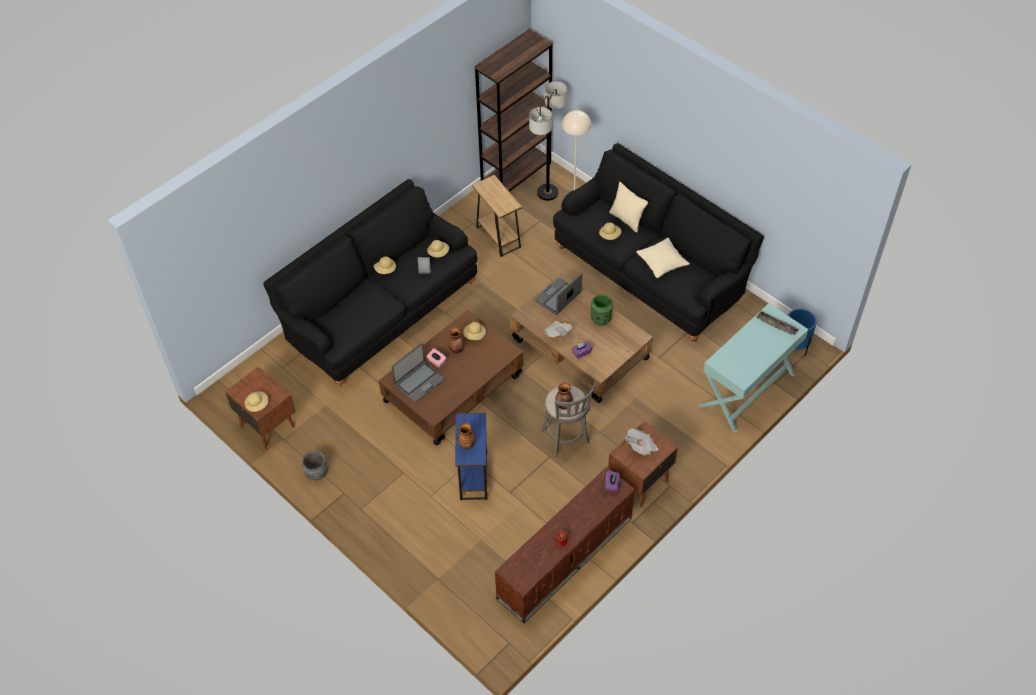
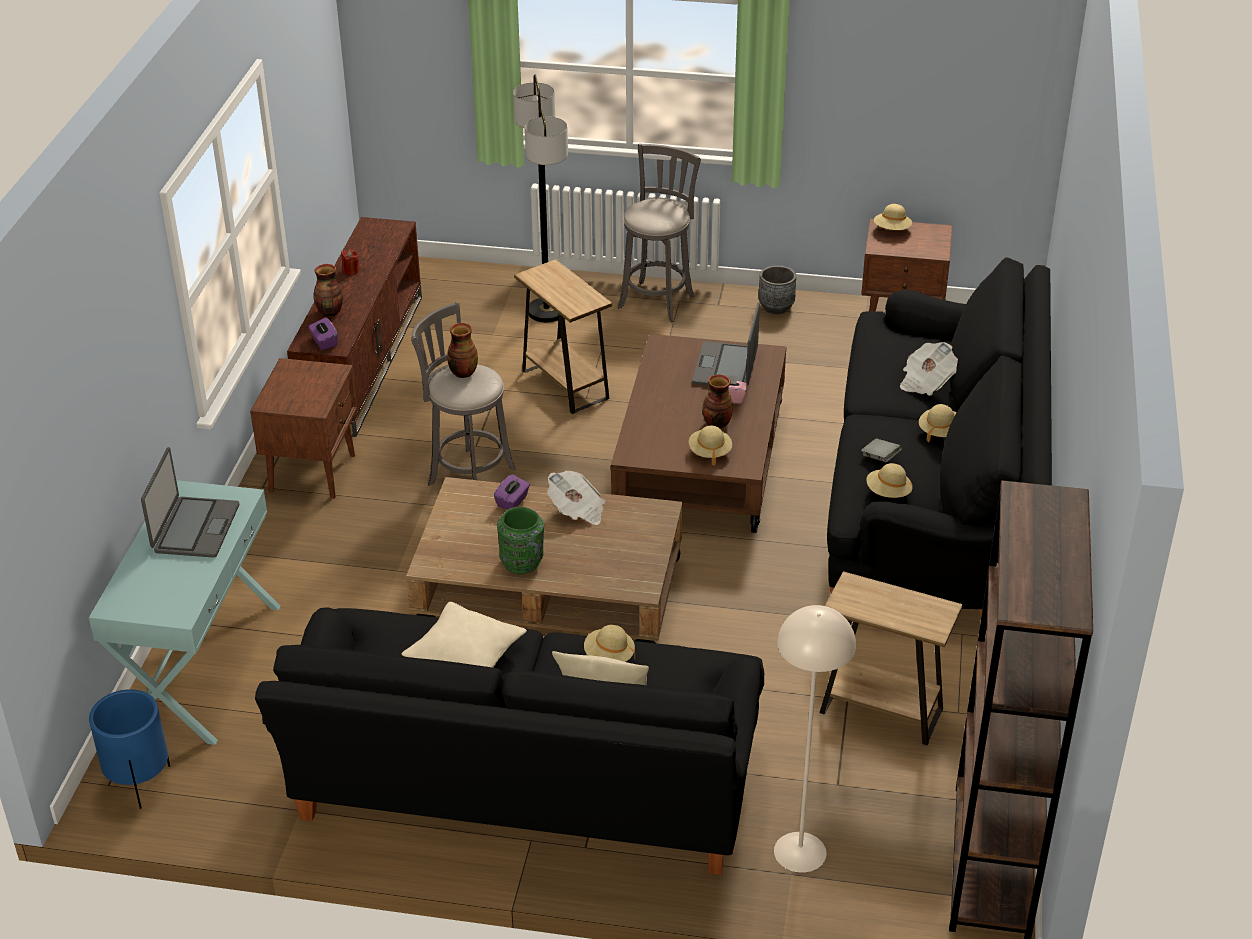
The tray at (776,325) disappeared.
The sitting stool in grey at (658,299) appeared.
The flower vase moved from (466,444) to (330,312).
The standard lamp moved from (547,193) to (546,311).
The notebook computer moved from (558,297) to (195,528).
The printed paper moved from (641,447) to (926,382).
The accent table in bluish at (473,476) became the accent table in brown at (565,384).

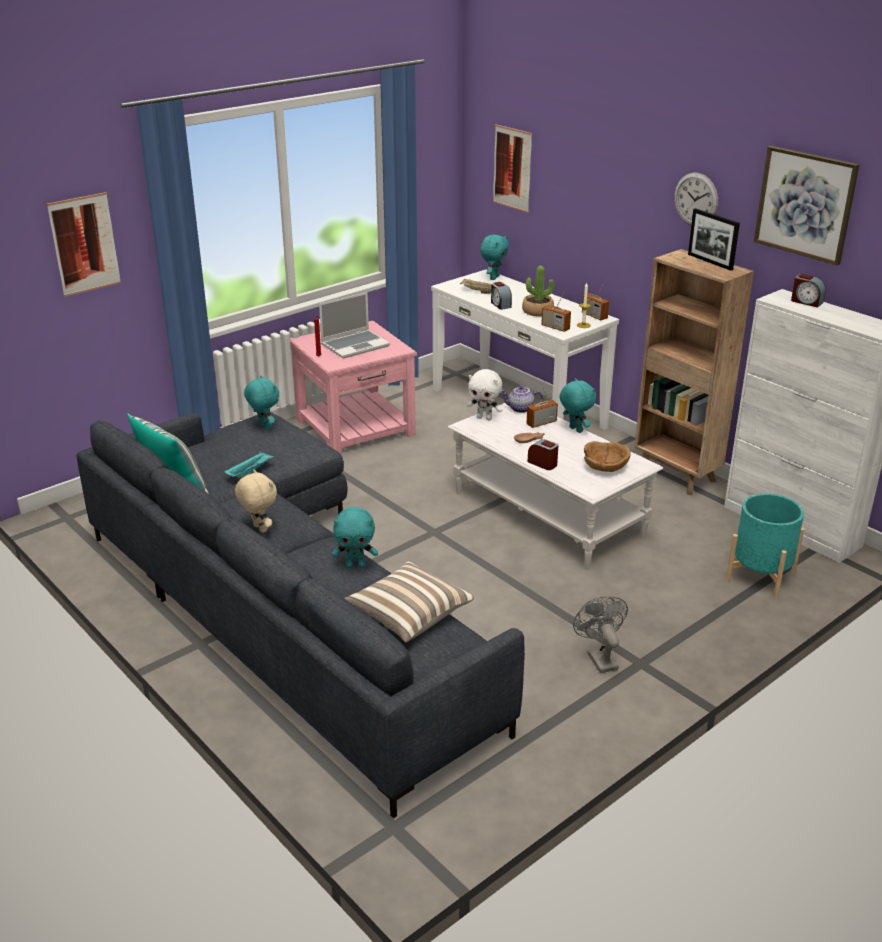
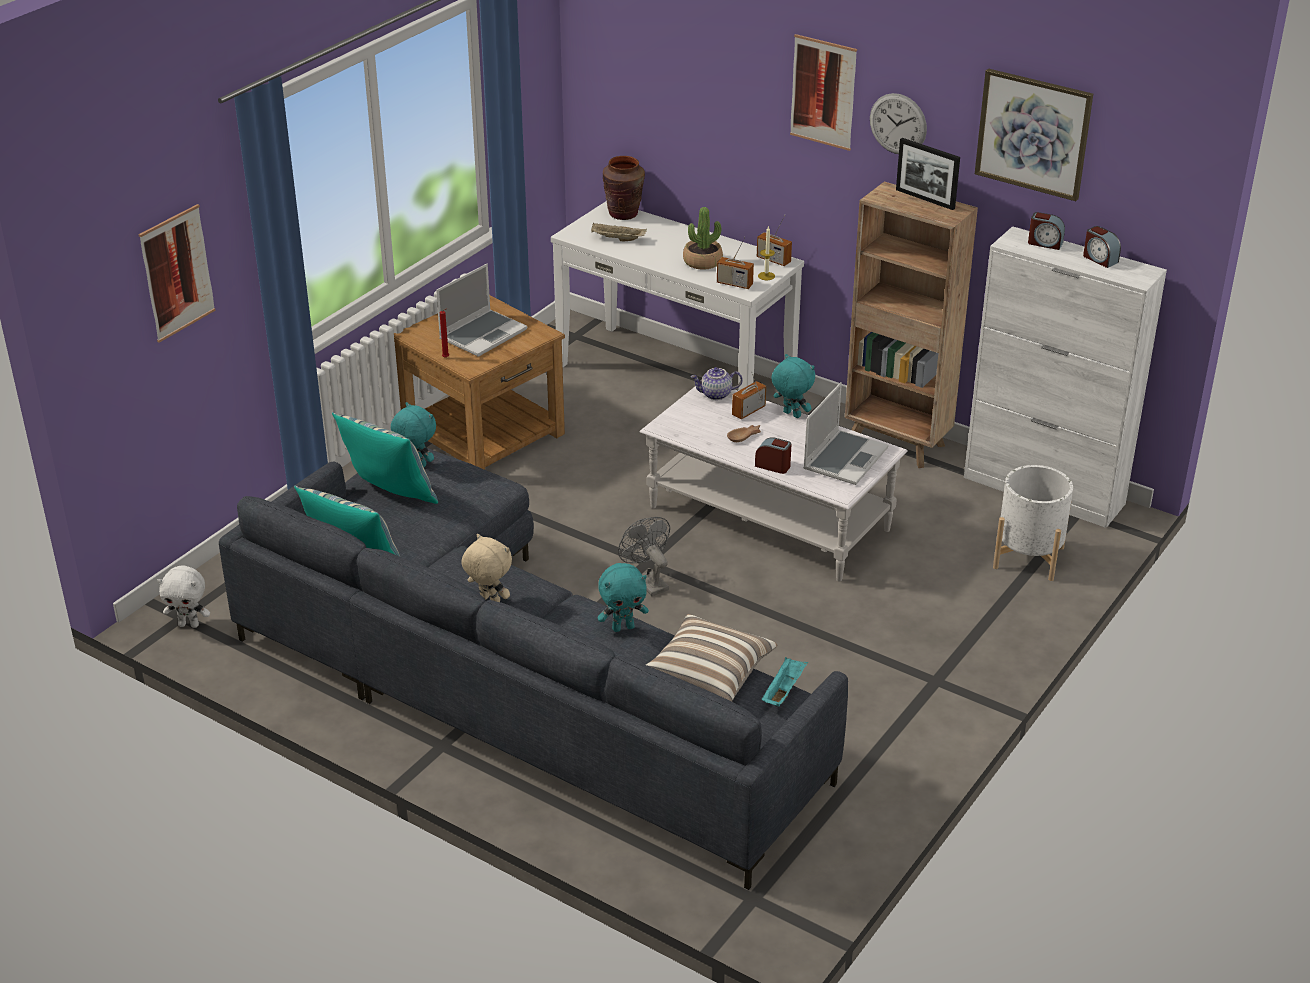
The cushion at (391,494) appeared.
The tray in turquoise moved from (250,472) to (783,691).
The cuddly toy in white moved from (484,418) to (189,624).
The bedside clock moved from (500,305) to (1099,259).
The picture moved from (512,168) to (823,92).
The cooling fan in grey moved from (599,658) to (647,582).
The cuddly toy in turquoise at (493,278) was replaced by the flower vase in brown at (623,214).
The deep dish in brown at (605,466) was replaced by the notebook computer at (844,458).
The accent table in pinkish at (355,427) became the accent table in brown at (484,434).
The flower pot in turquoise at (760,576) became the flower pot in white at (1028,557).

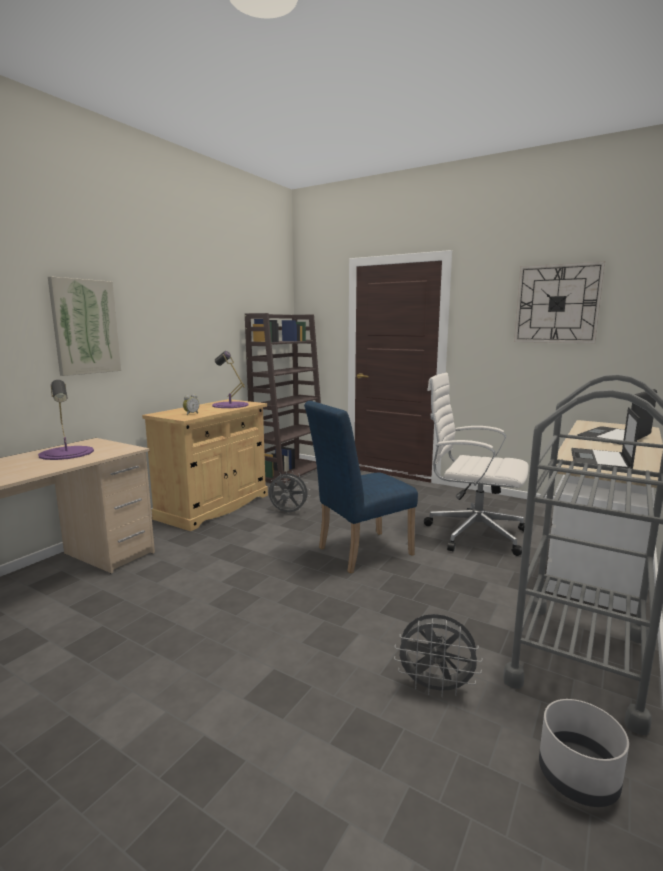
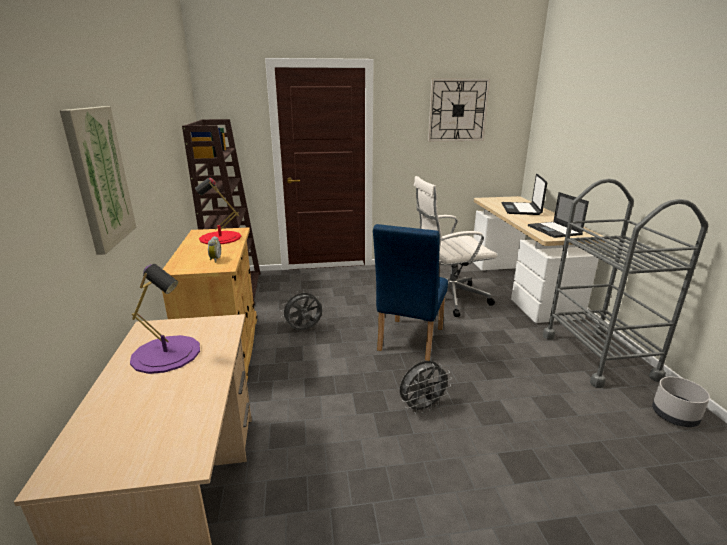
The cooling fan in grey moved from (436,688) to (422,407).
The tabletop lamp in purple at (230,405) became the tabletop lamp in reddish at (220,238).

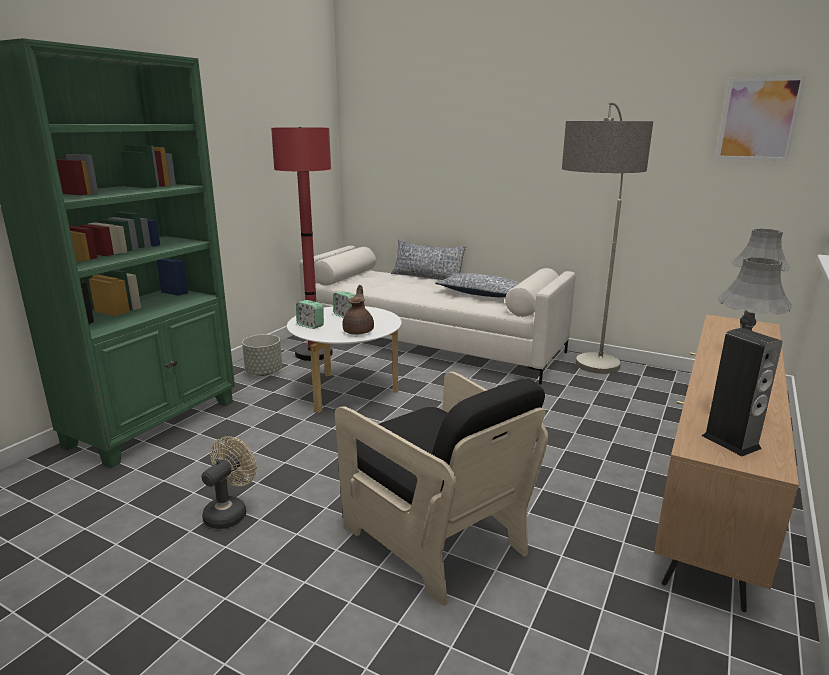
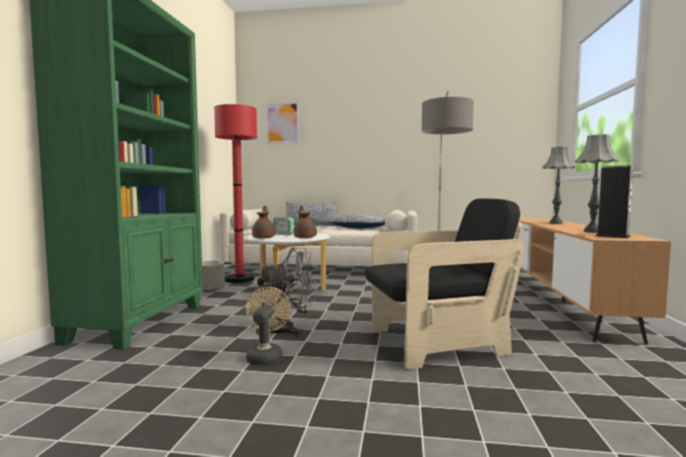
The cooling fan in grey at (288,329) appeared.
The picture moved from (758,119) to (282,122).
The bedside clock at (310,325) was replaced by the tea pot in brown at (264,238).
The lounge chair in blackish at (435,537) turned 45 degrees counterclockwise.

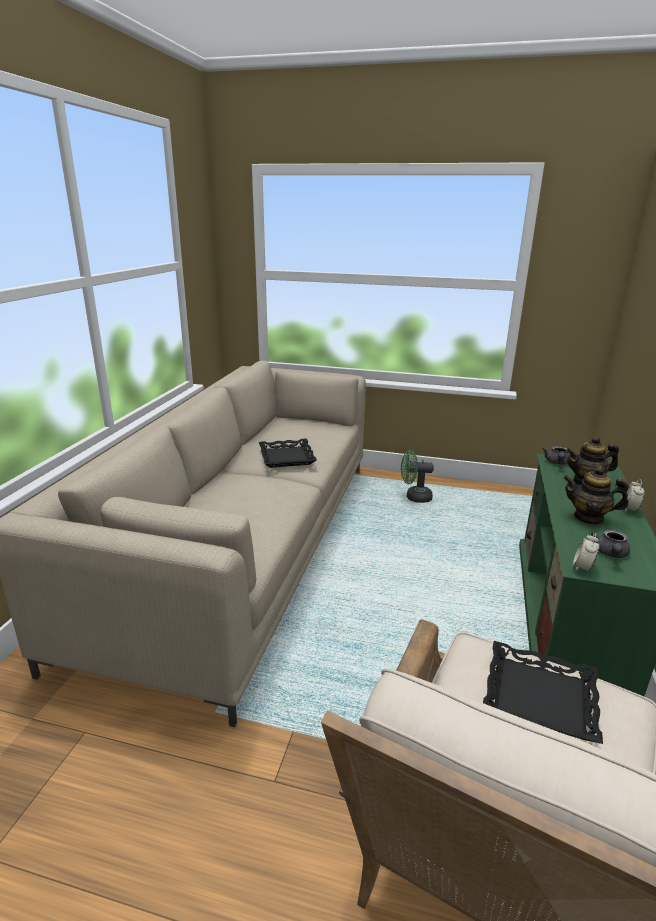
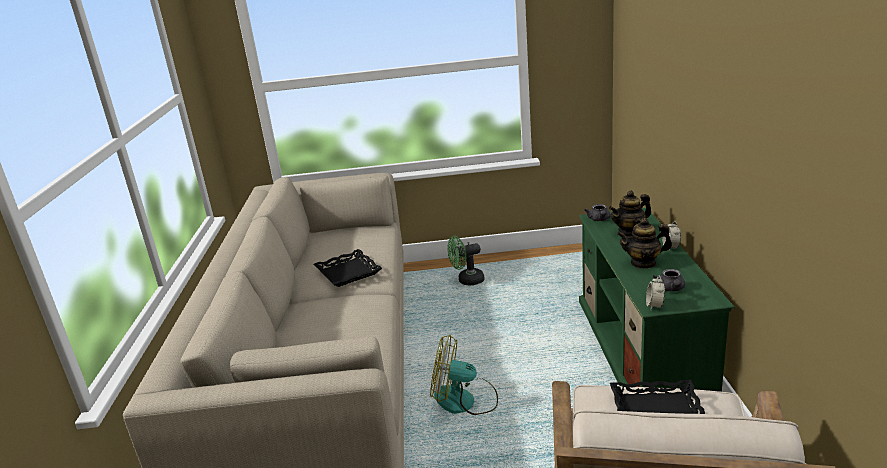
The cooling fan at (464,401) appeared.

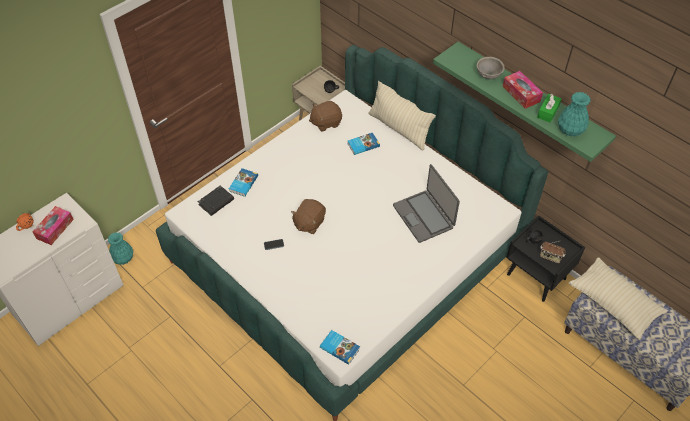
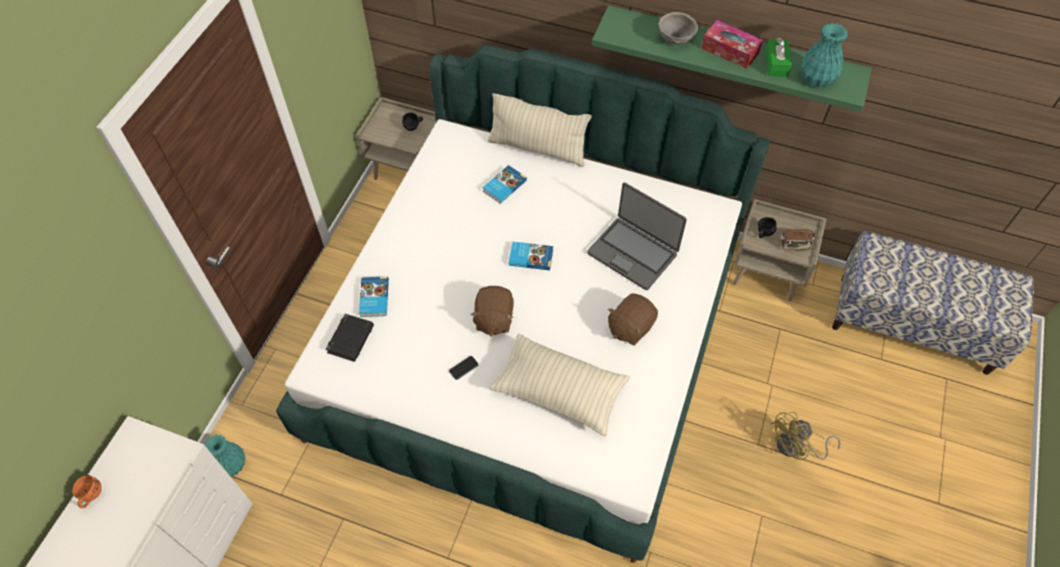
The tissue box at (55,229) disappeared.
The cooling fan in yellow-coloured at (795,447) appeared.
The cuddly toy in brown moved from (326,123) to (630,327).
The book moved from (340,347) to (530,257).
The cushion in beige-coloured moved from (614,303) to (559,391).
The bedside table in blackish at (537,276) became the bedside table in beige-coloured at (767,273).

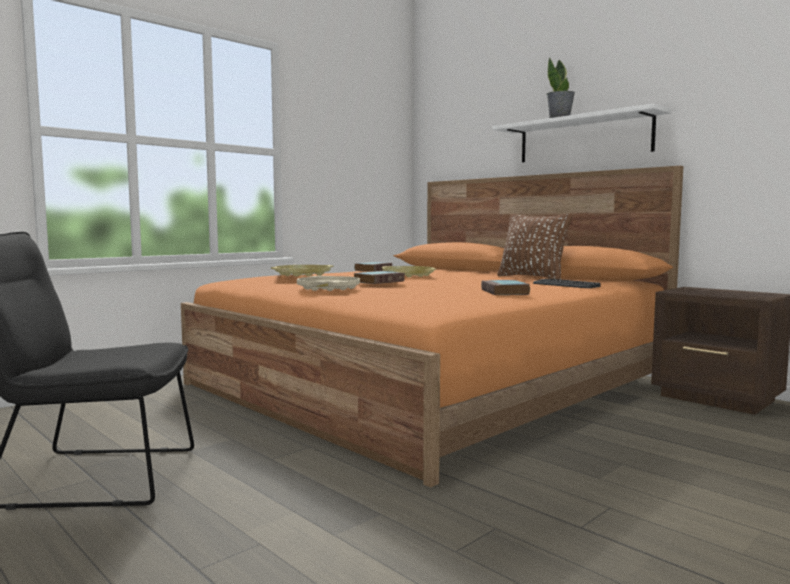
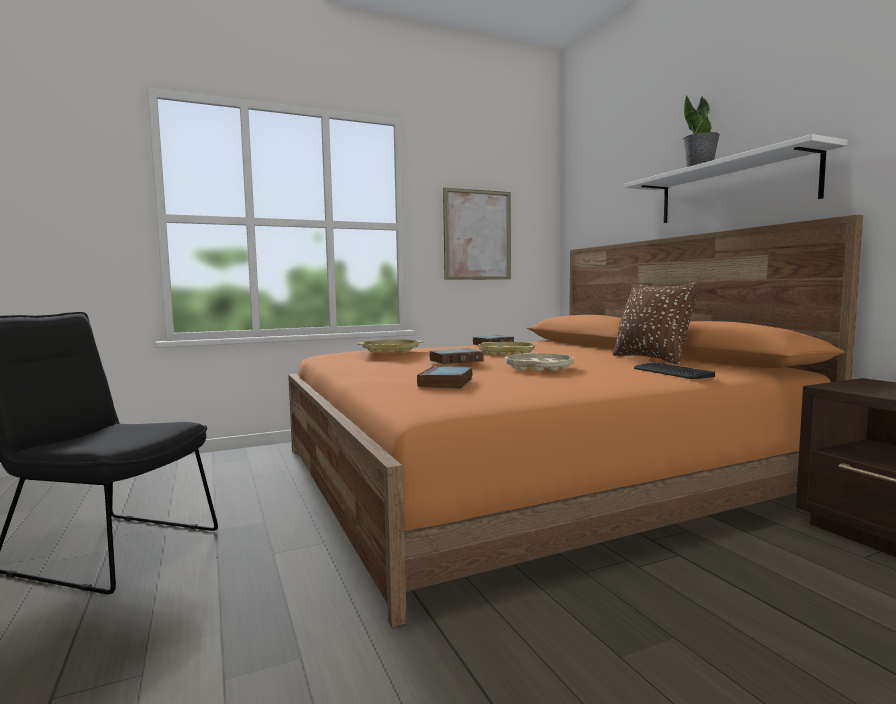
The picture at (477,235) appeared.
The tray in beige-coloured moved from (328,288) to (539,367).
The book moved from (505,292) to (446,383).

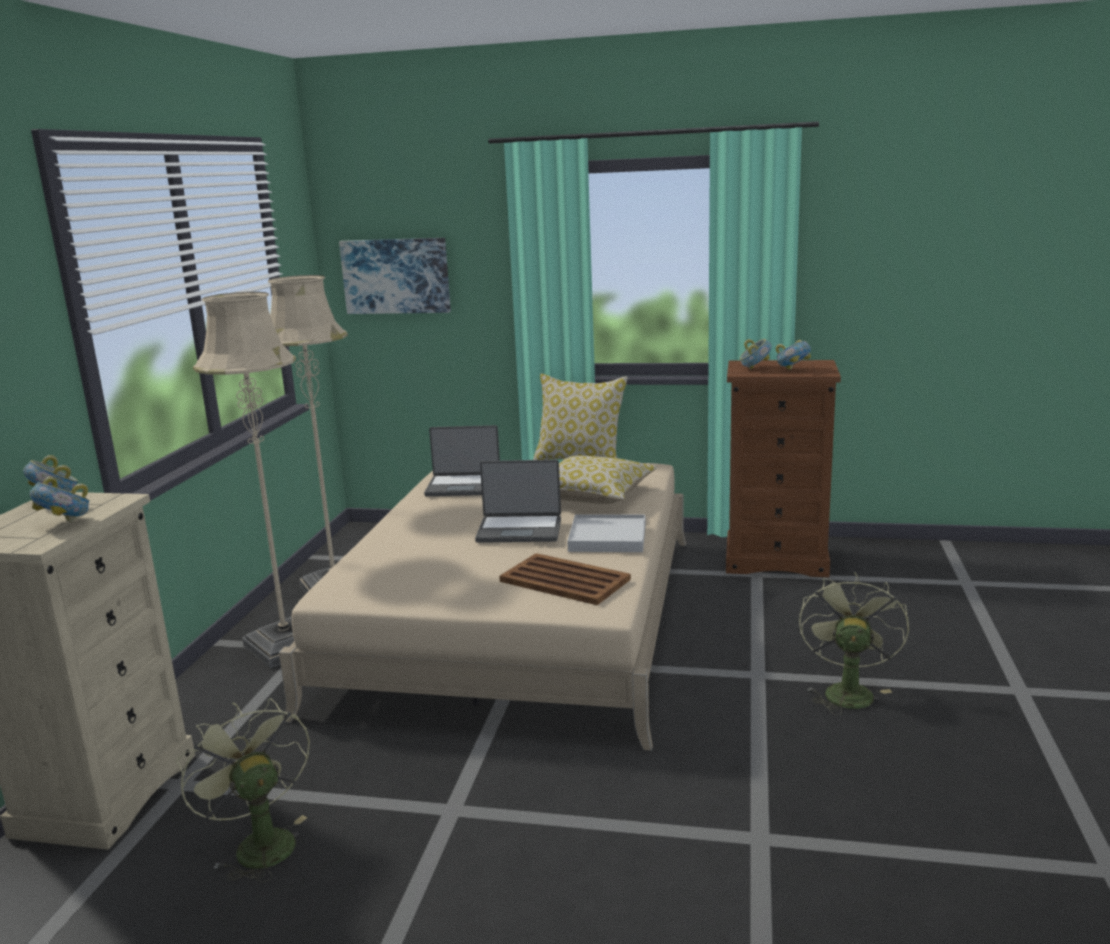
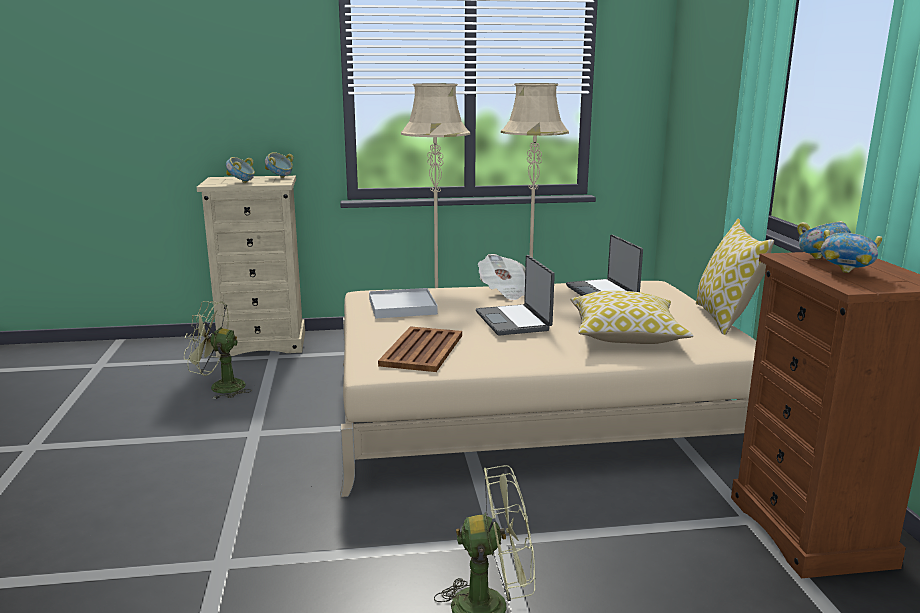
The picture at (396,276) disappeared.
The printed paper at (505,292) appeared.
The tray in white moved from (607,537) to (402,307).
The cooling fan in greenish at (258,843) turned 120 degrees counterclockwise.

